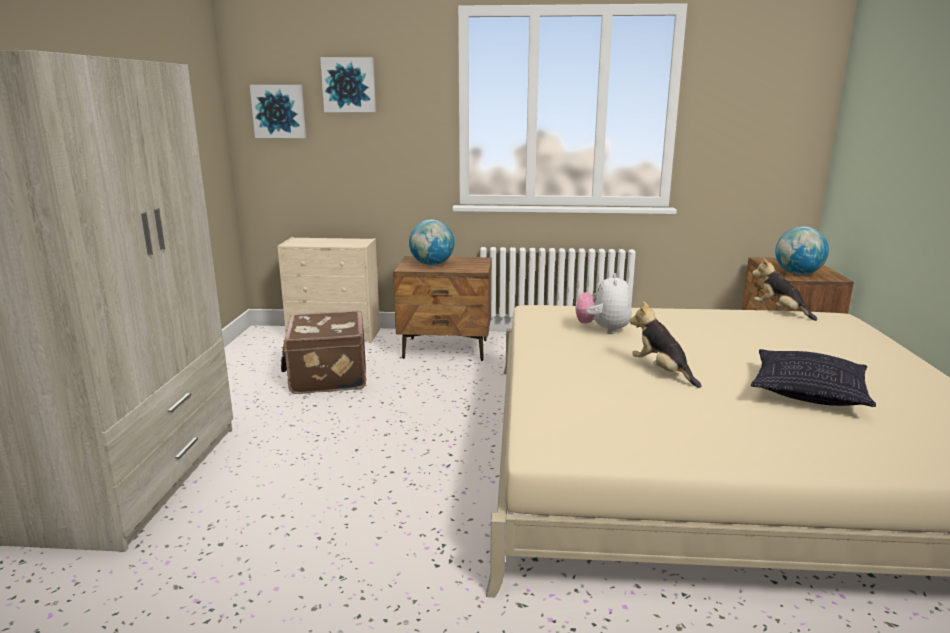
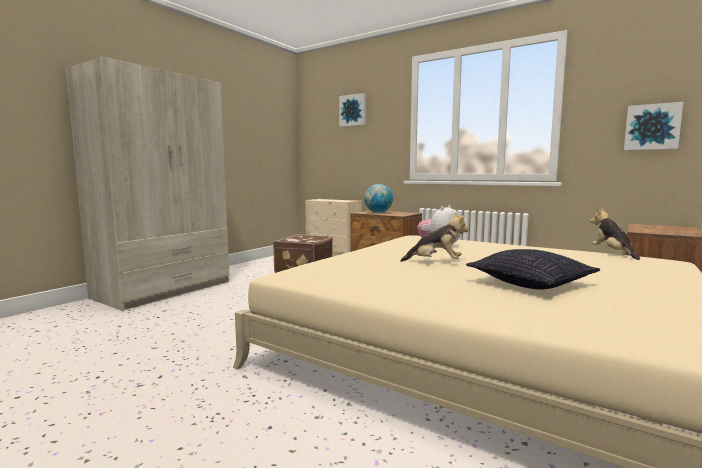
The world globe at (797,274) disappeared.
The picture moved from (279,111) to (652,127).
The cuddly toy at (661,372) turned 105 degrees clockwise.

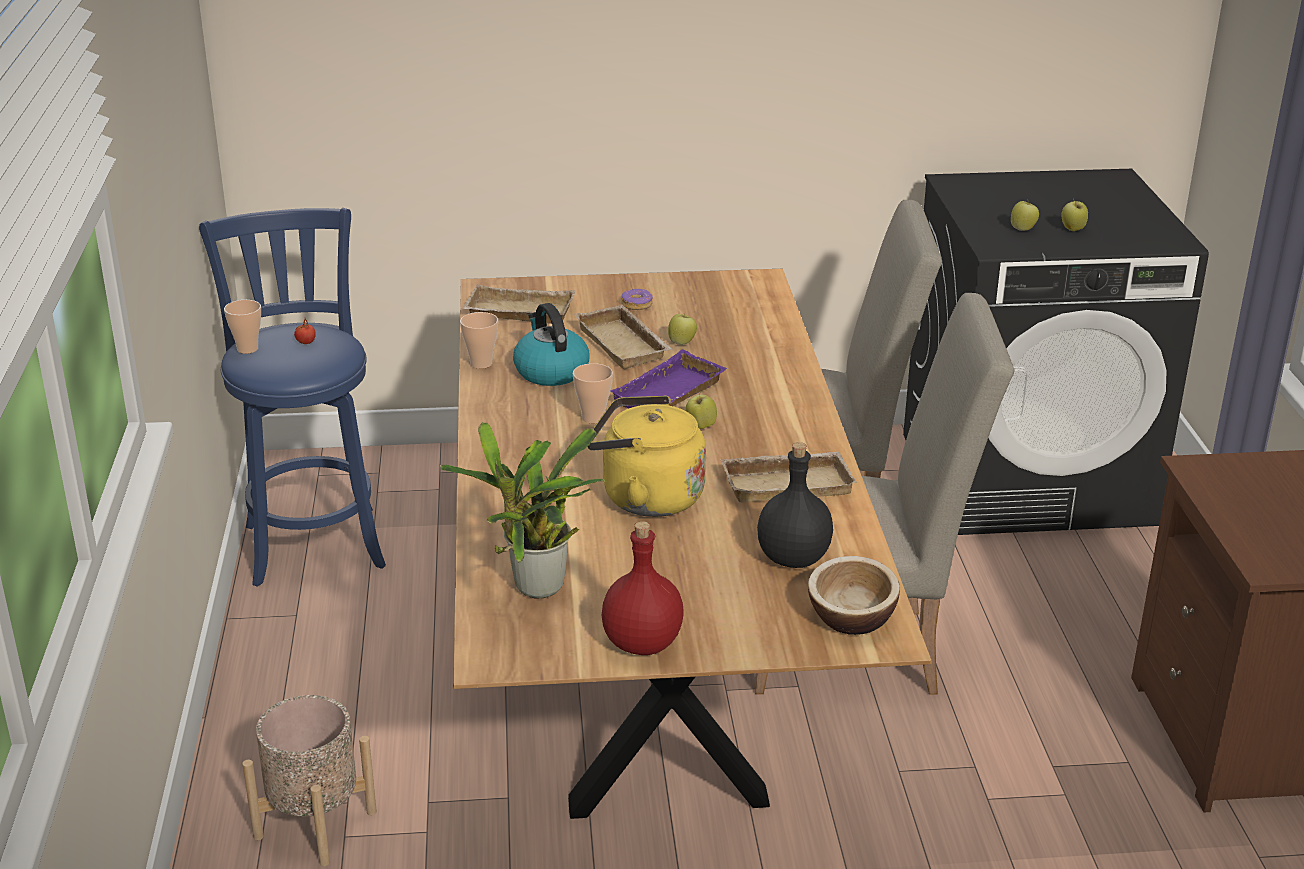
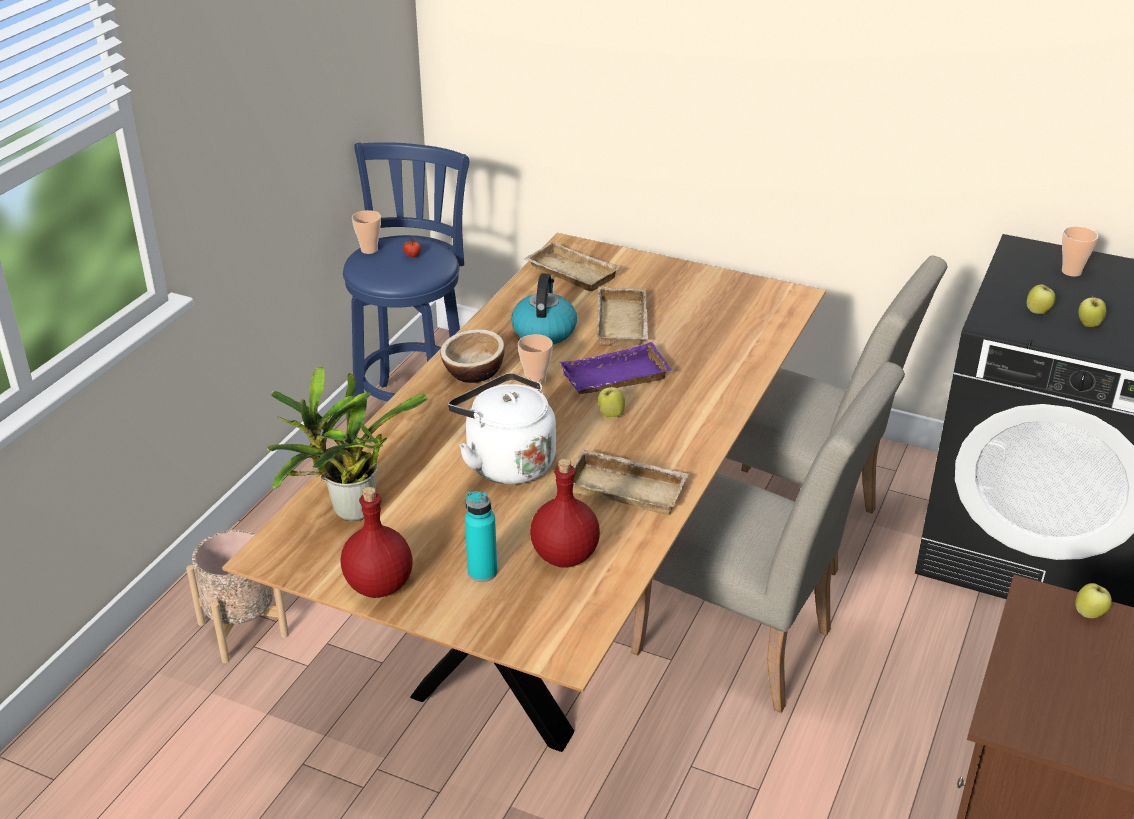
The doughnut at (637,305) disappeared.
The drink bottle in turquoise at (482,572) appeared.
The cup moved from (481,363) to (1071,272).
The whole apple moved from (682,342) to (1090,614).
The deep dish moved from (851,617) to (474,372).
The tea kettle in yellow-coloured at (645,497) became the tea kettle in white at (506,462).
The drink bottle in blackish at (792,558) became the drink bottle in reddish at (564,555).

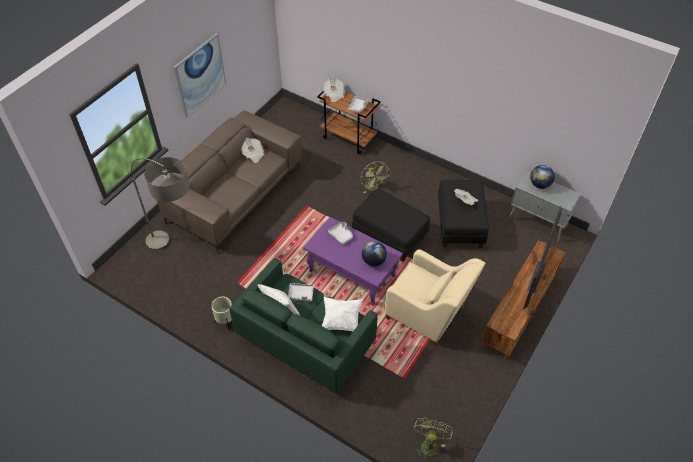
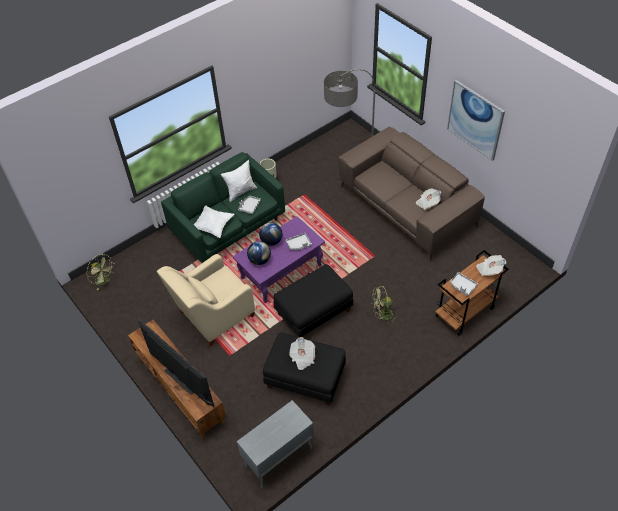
The world globe moved from (539,184) to (271,241).

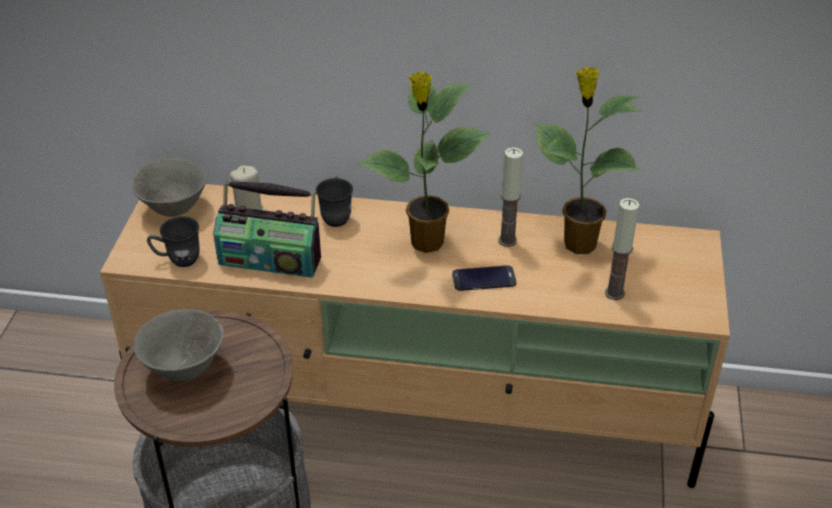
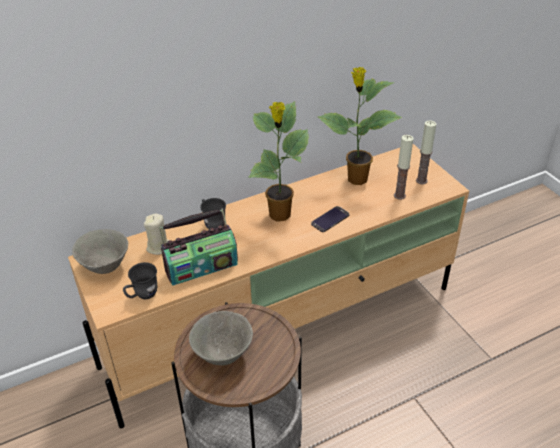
The candle moved from (507,240) to (421,180).

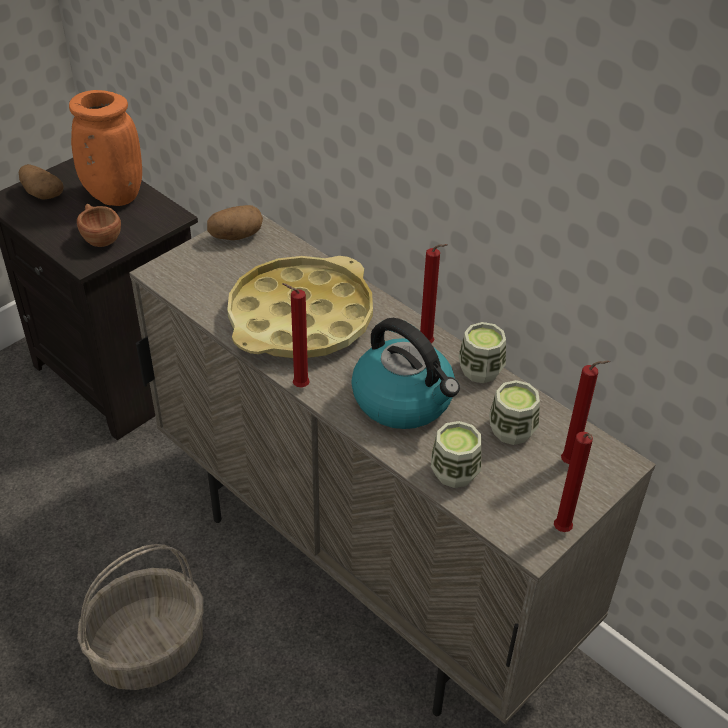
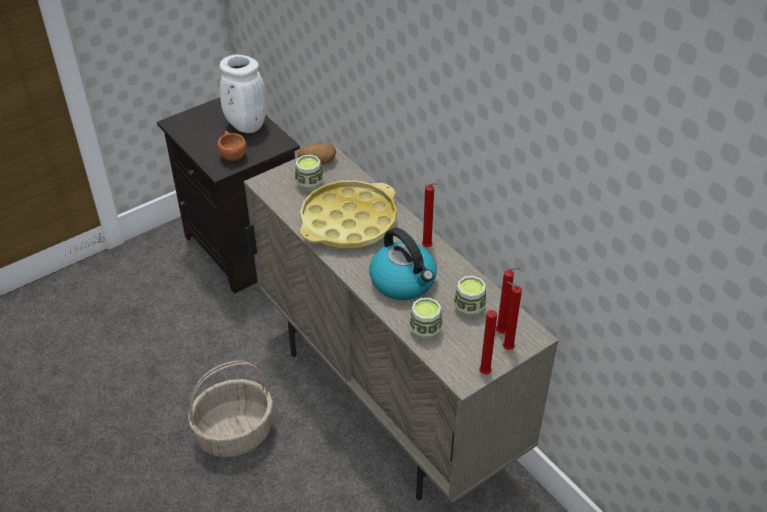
The spud at (41,194) disappeared.
The candle in reddish moved from (298,386) to (506,348).
The cup moved from (480,370) to (309,184).
The flower vase in orangey at (112,196) became the flower vase in white at (245,126).

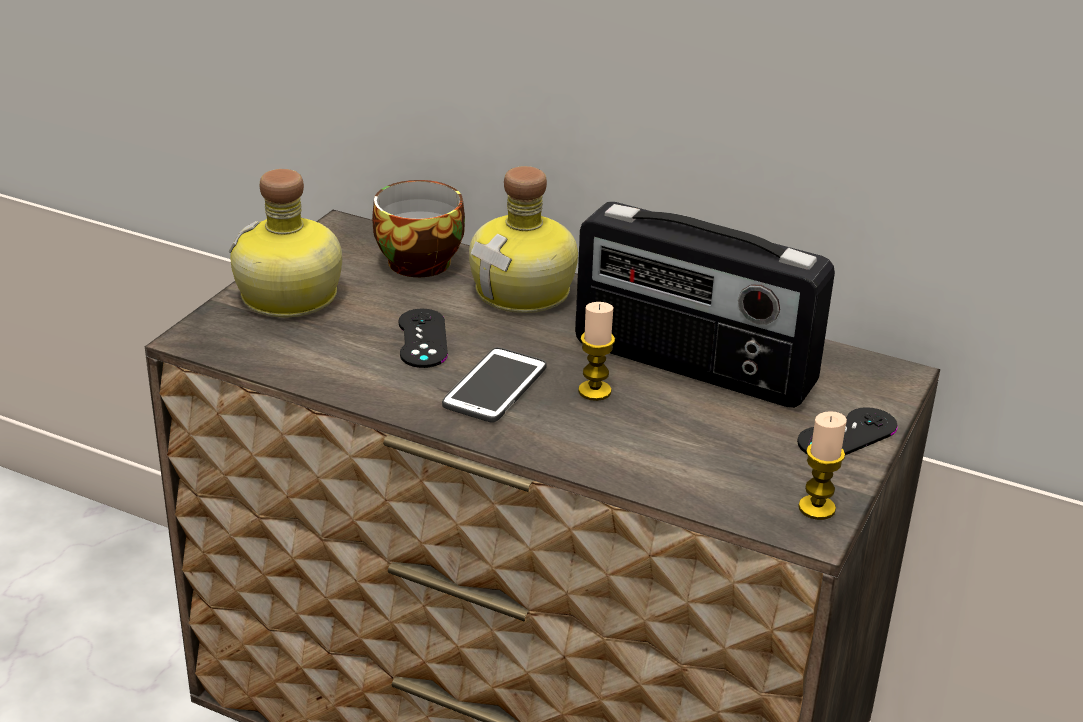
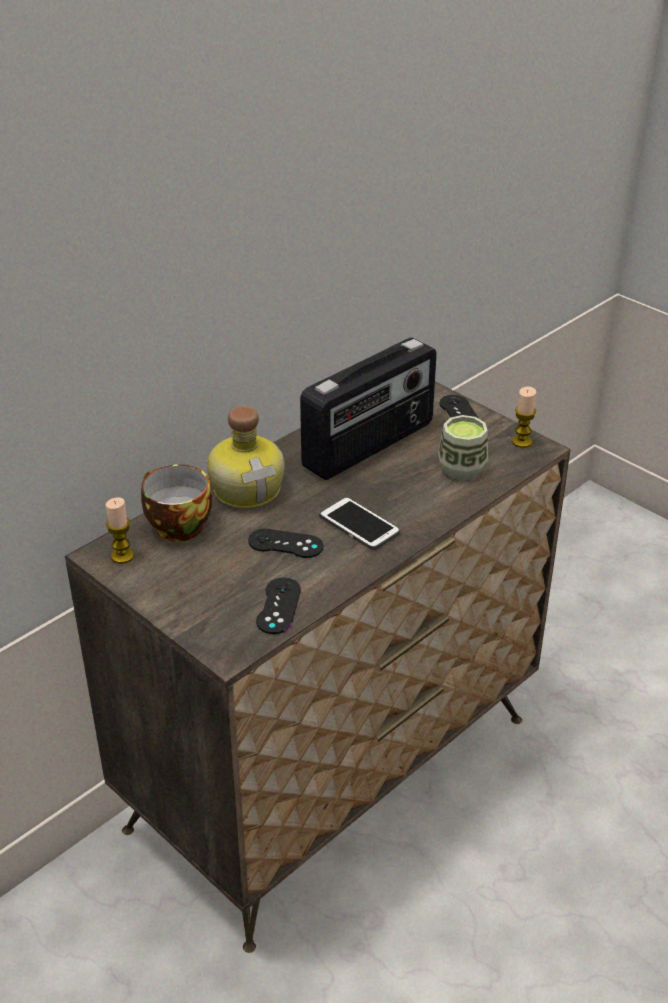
The drink bottle at (290,297) disappeared.
The joypad in blackish at (278,606) appeared.
The cup at (462,469) appeared.
The candle moved from (594,391) to (122,556).

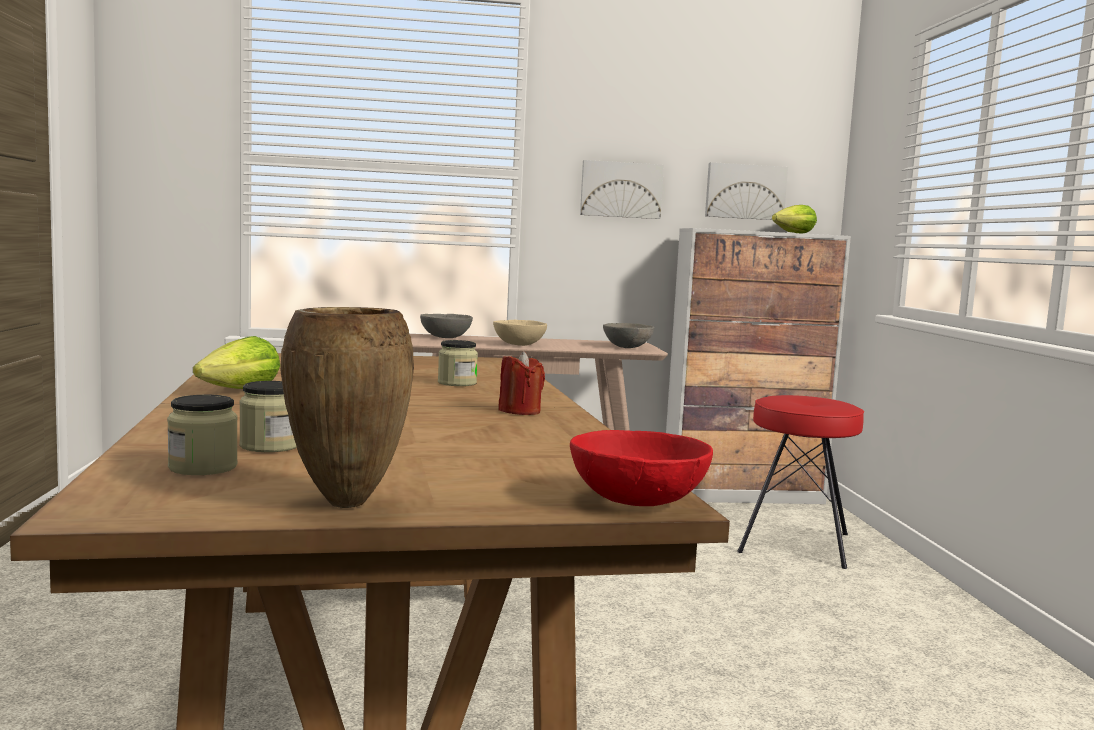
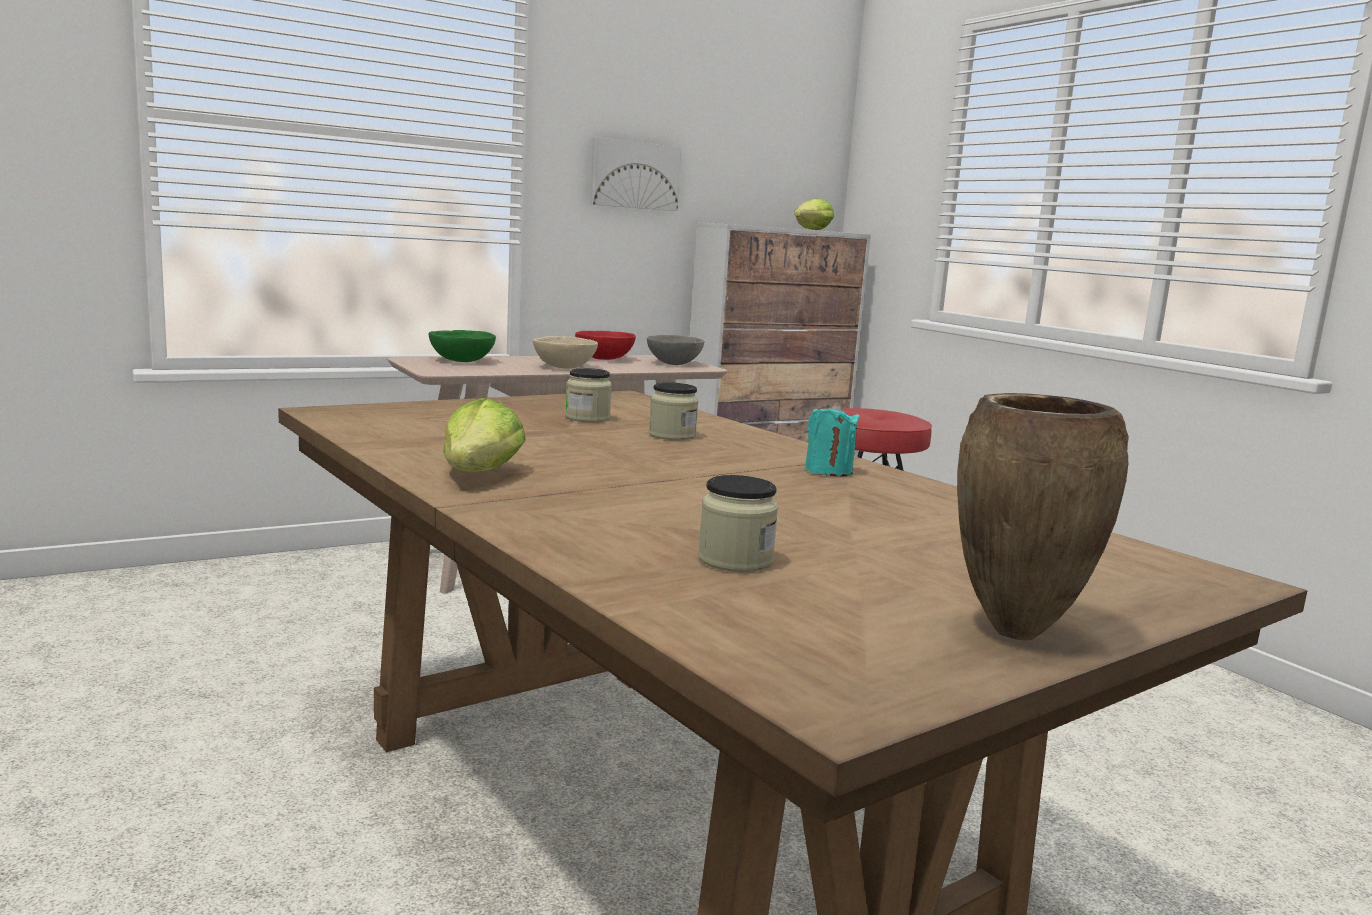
The picture at (745,191) disappeared.
The preserve jar moved from (203,467) to (587,418).
The deep dish in reddish moved from (639,502) to (605,359).
The deep dish in grey at (445,337) became the deep dish in greenish at (461,361).
The candle in reddish at (520,411) became the candle in turquoise at (828,471).

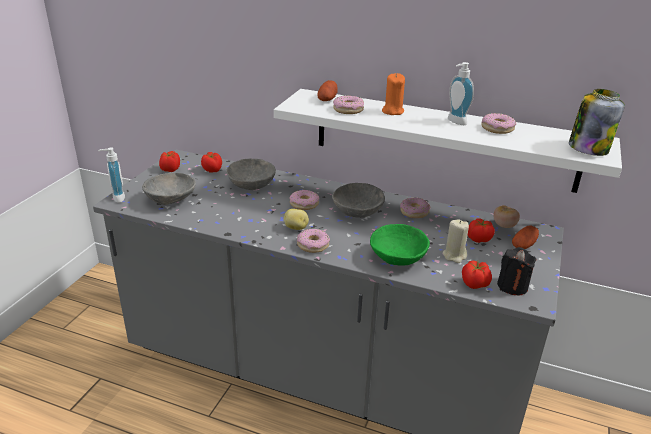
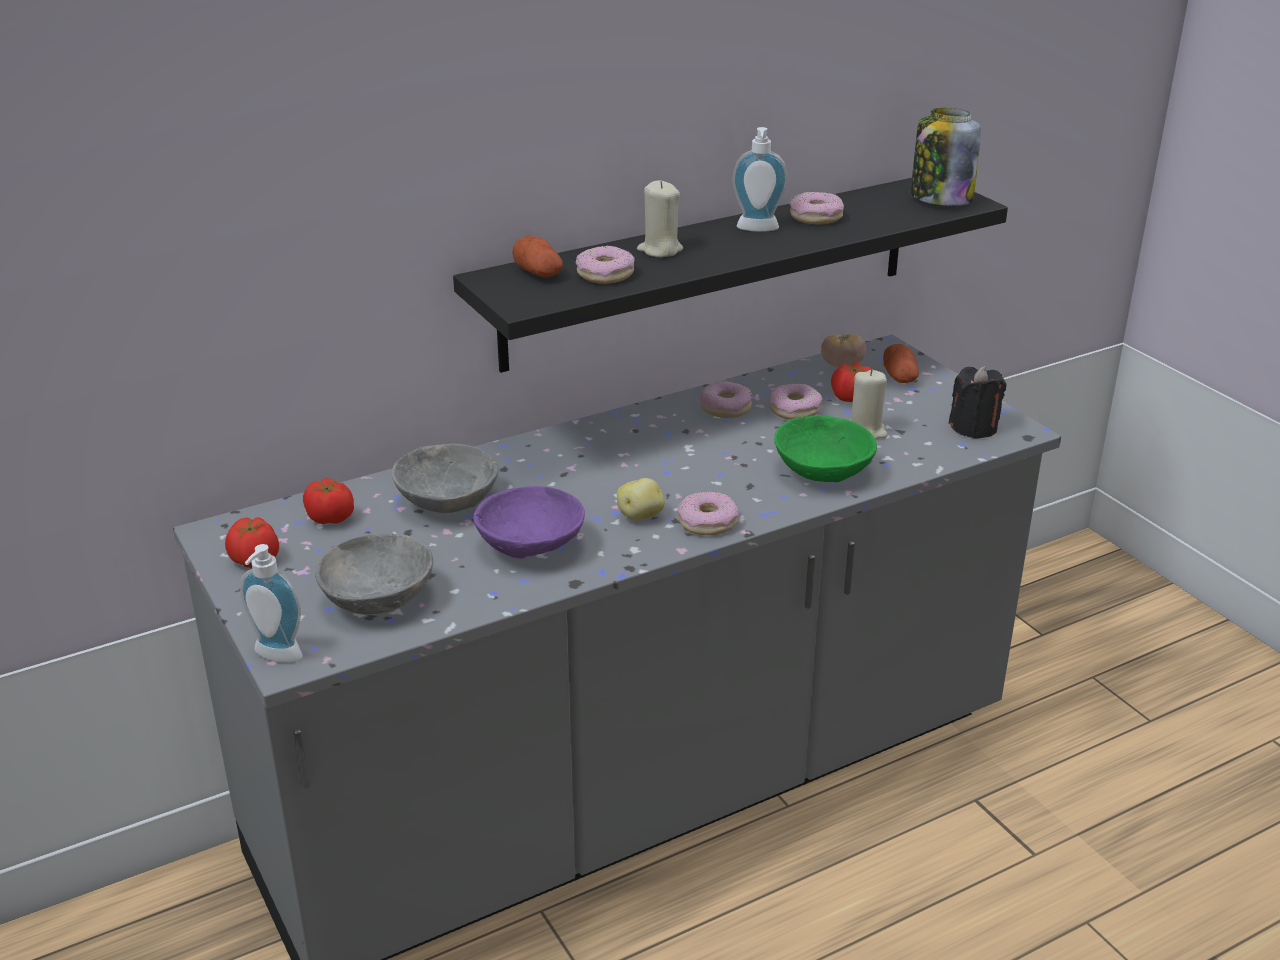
The deep dish in grey at (358,211) disappeared.
The tomato at (475,284) disappeared.
The deep dish in purple at (532,547) appeared.
The doughnut moved from (304,204) to (794,409).
The shelf in white at (443,139) became the shelf in blackish at (711,270).
The candle in orangey at (392,111) became the candle in beige-coloured at (660,250).

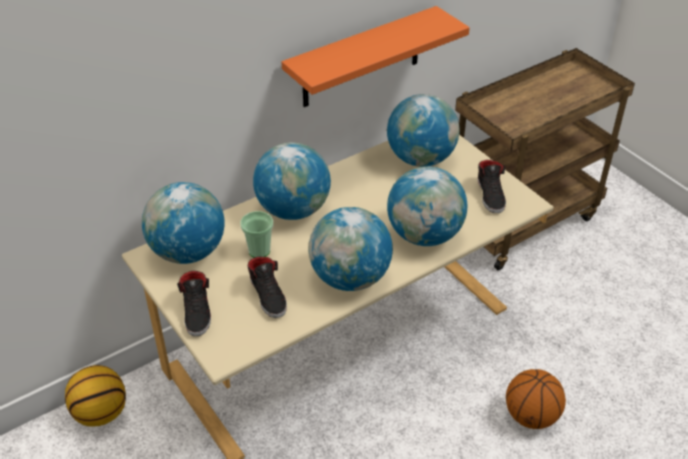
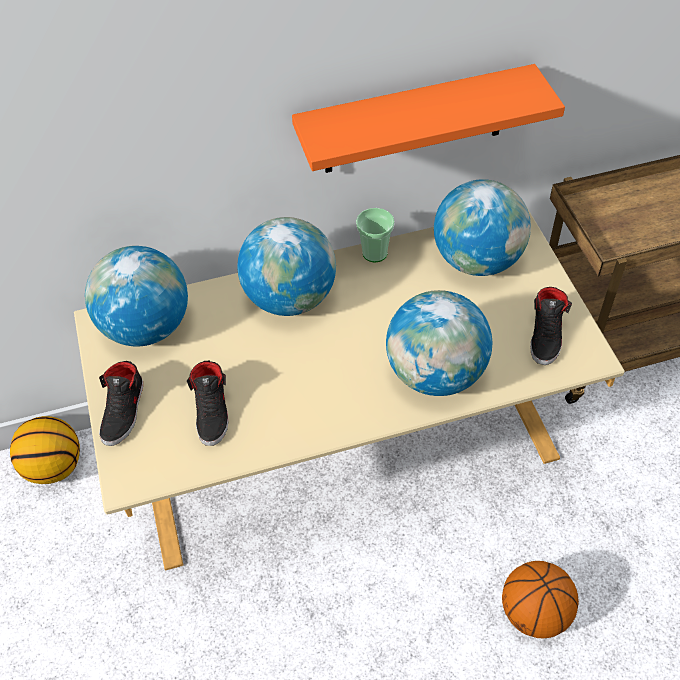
The world globe at (350,278) disappeared.
The cup moved from (259,251) to (375,253).

